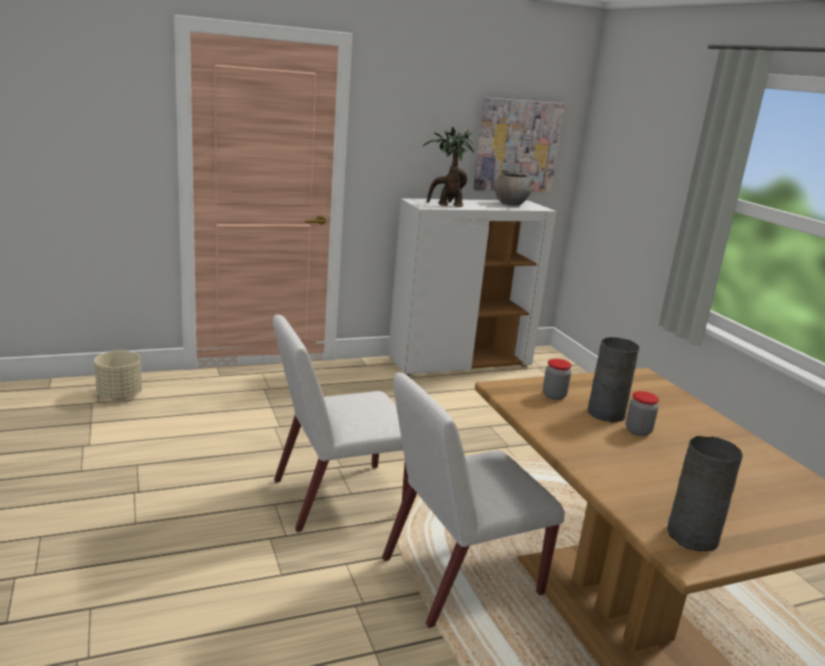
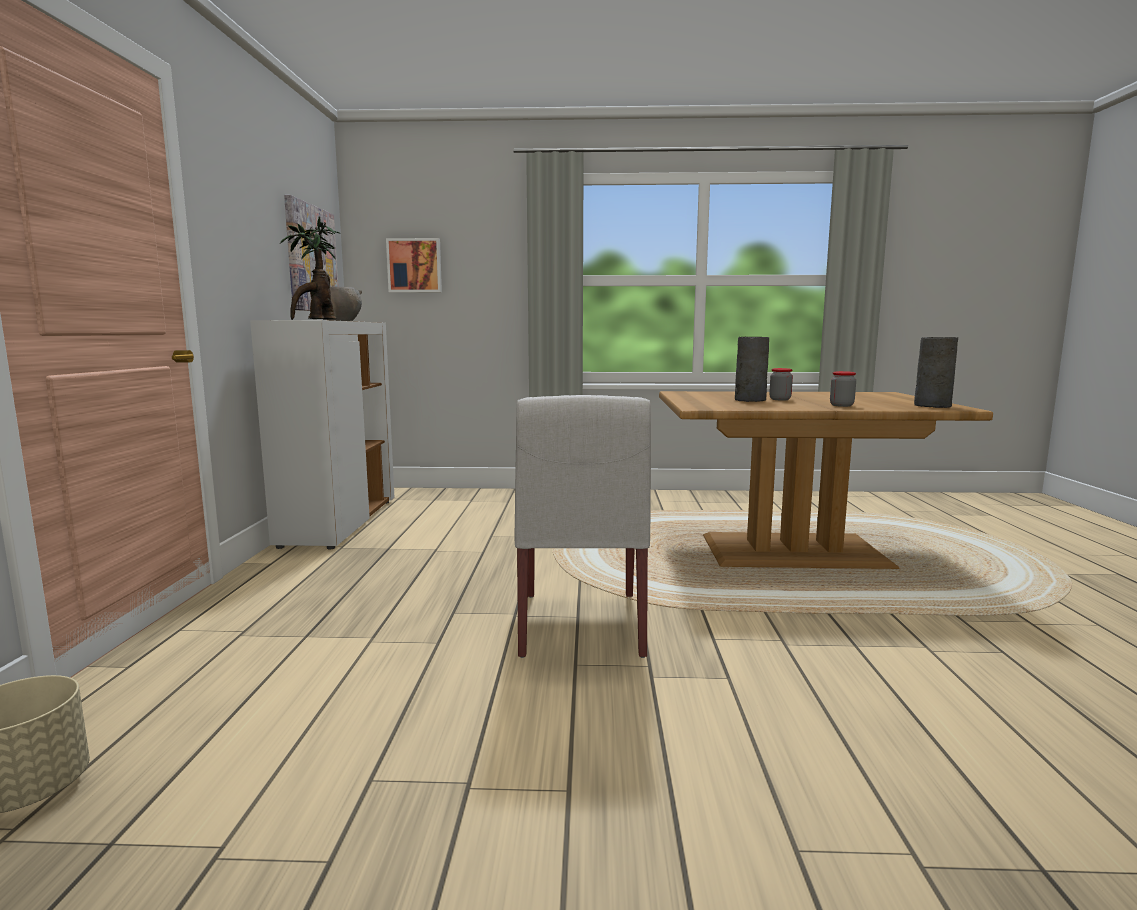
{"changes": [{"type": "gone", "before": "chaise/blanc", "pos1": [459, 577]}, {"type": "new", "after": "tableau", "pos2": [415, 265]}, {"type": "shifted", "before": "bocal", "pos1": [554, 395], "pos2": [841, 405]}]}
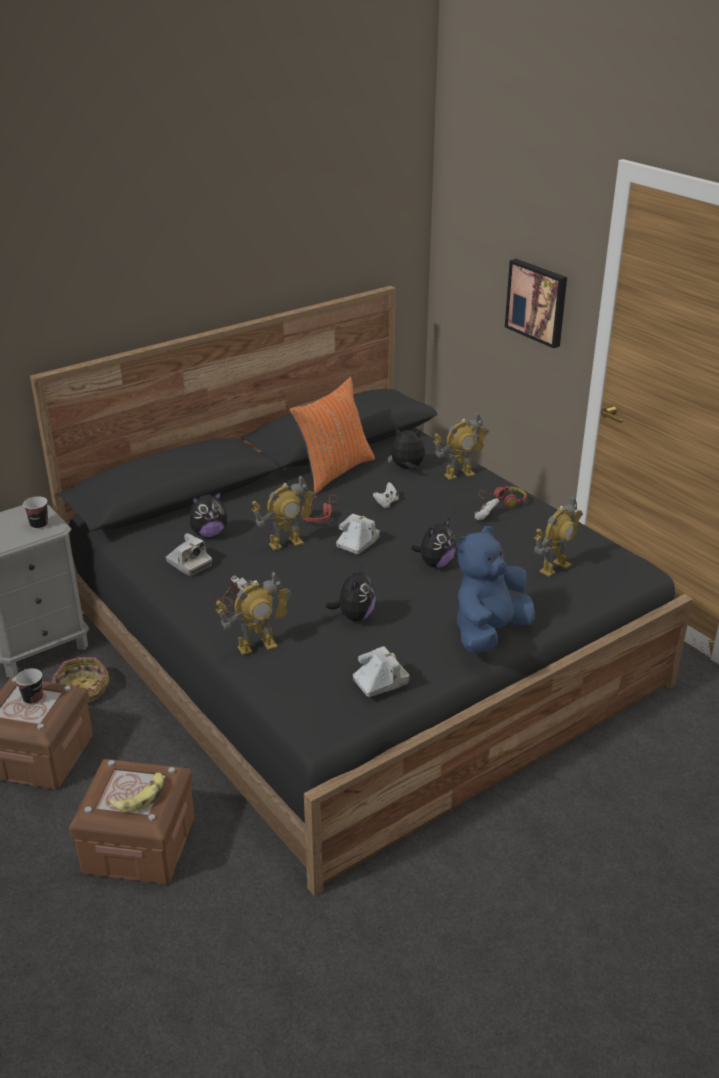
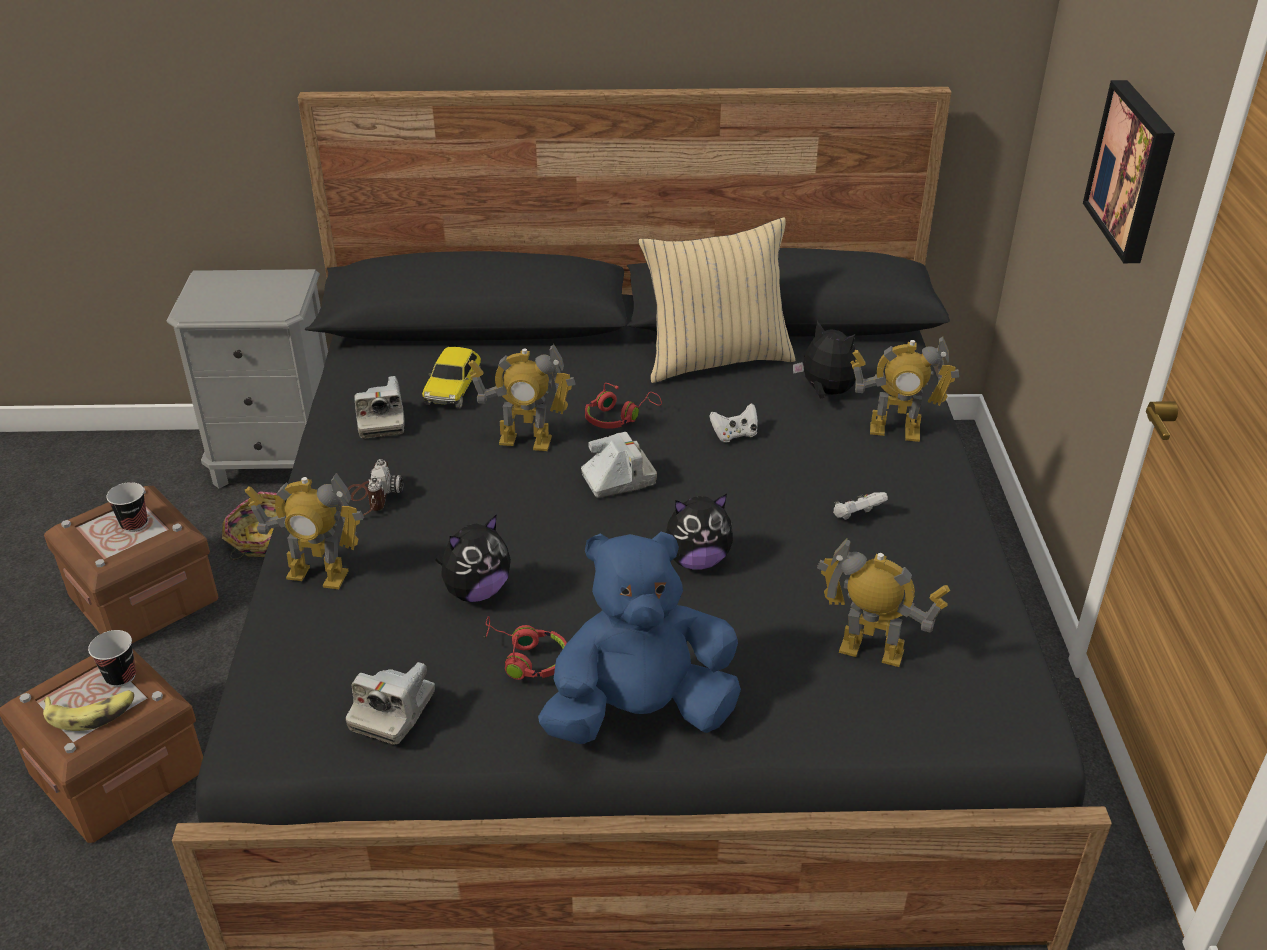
{"changes": [{"type": "shifted", "before": "tasse", "pos1": [39, 525], "pos2": [121, 676]}, {"type": "shifted", "before": "casque audio/rouge", "pos1": [504, 501], "pos2": [525, 658]}, {"type": "swapped", "before": "peluche", "after": "petite voiture", "pos1": [209, 533], "pos2": [453, 388]}, {"type": "repainted", "before": "coussin/orange", "after": "coussin/beige", "pos1": [334, 471], "pos2": [715, 360]}, {"type": "rotated", "before": "appareil photo", "pos1": [380, 682], "pos2": [393, 711], "turn": 105}, {"type": "rotated", "before": "robot jouet", "pos1": [554, 567], "pos2": [871, 651], "turn": -150}]}
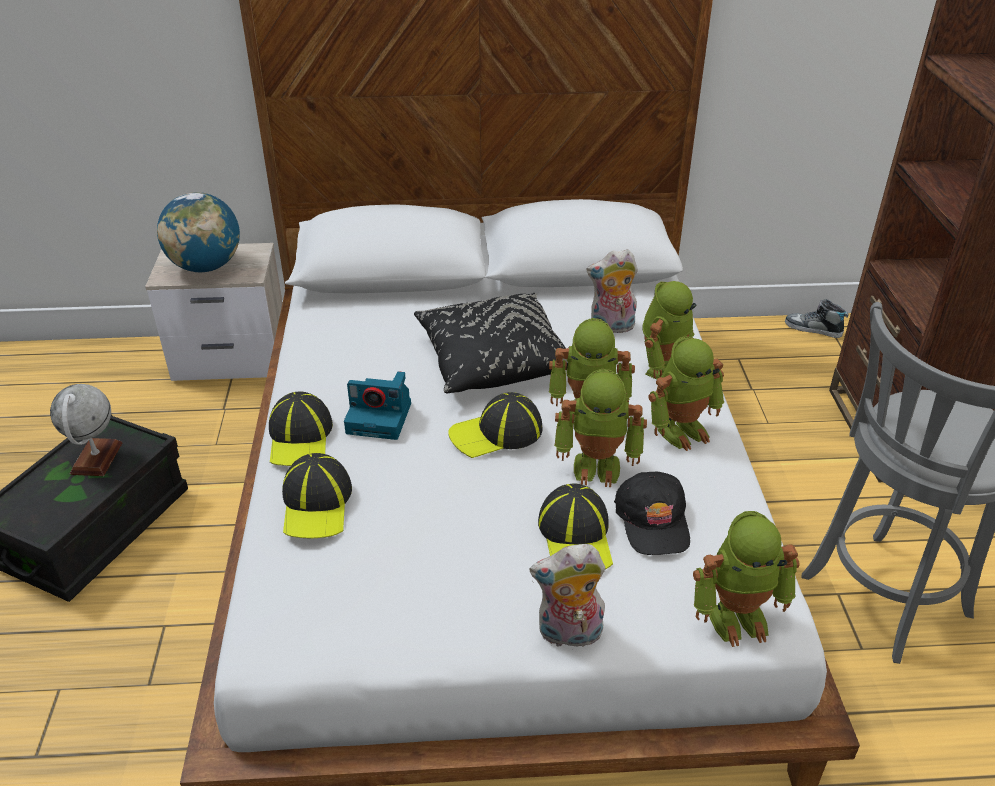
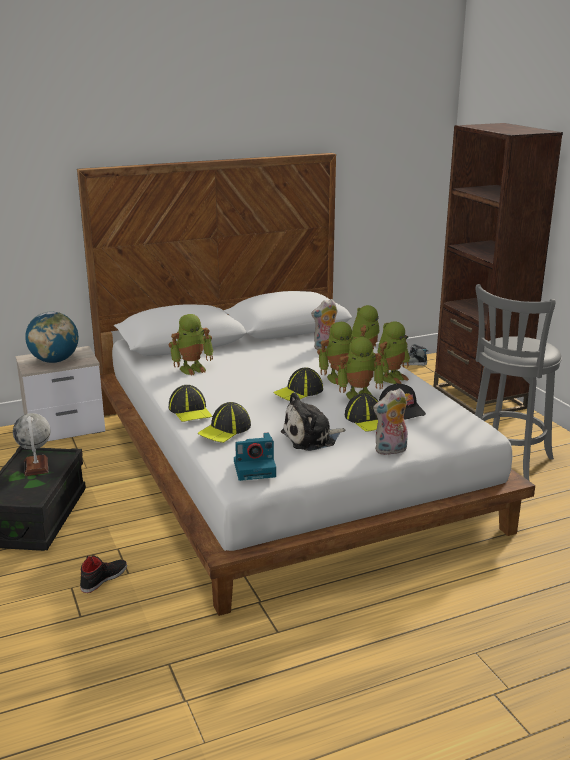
{"changes": [{"type": "gone", "before": "coussin/noir", "pos1": [493, 360]}, {"type": "new", "after": "chaussure/noir", "pos2": [103, 578]}, {"type": "new", "after": "peluche", "pos2": [311, 438]}, {"type": "shifted", "before": "appareil photo", "pos1": [381, 418], "pos2": [255, 468]}, {"type": "shifted", "before": "robot jouet", "pos1": [737, 615], "pos2": [192, 368]}, {"type": "rotated", "before": "casquette", "pos1": [317, 504], "pos2": [225, 429], "turn": 60}]}
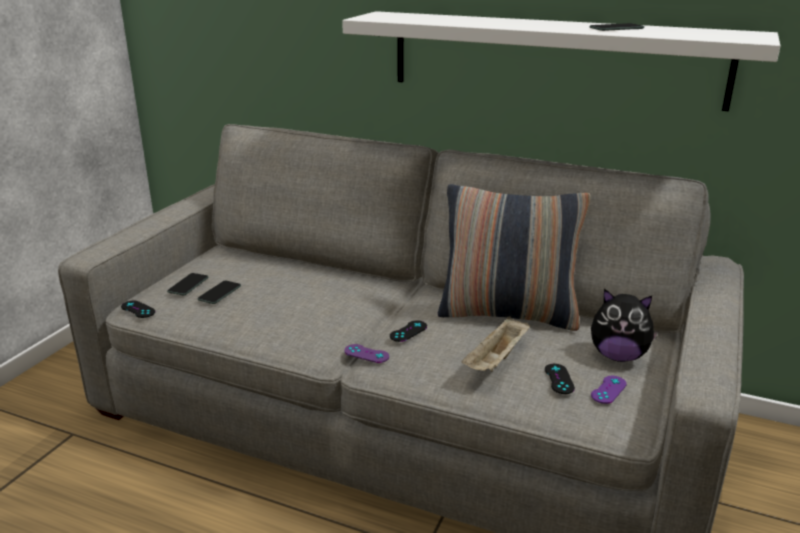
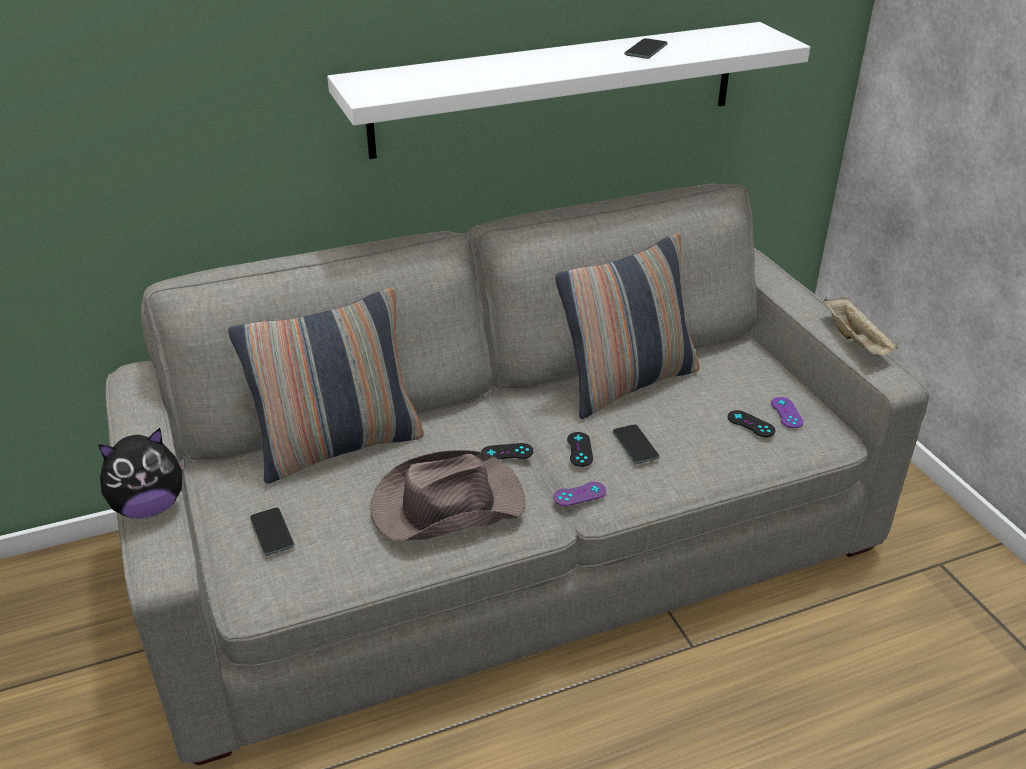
{"changes": [{"type": "new", "after": "coussin", "pos2": [339, 446]}, {"type": "new", "after": "chapeau/marron", "pos2": [446, 505]}, {"type": "shifted", "before": "manette/noir", "pos1": [138, 309], "pos2": [507, 452]}, {"type": "shifted", "before": "téléphone", "pos1": [219, 293], "pos2": [635, 445]}, {"type": "shifted", "before": "plateau/beige", "pos1": [497, 360], "pos2": [856, 341]}, {"type": "shifted", "before": "peluche", "pos1": [618, 356], "pos2": [149, 507]}]}
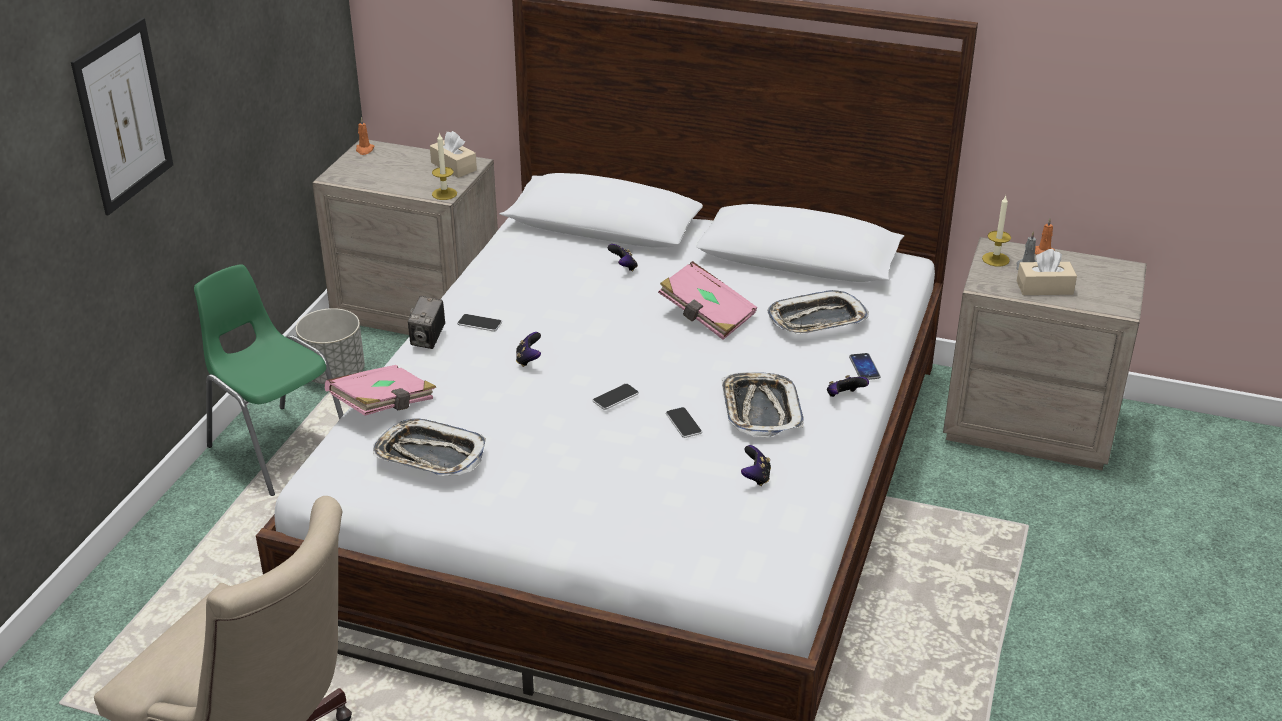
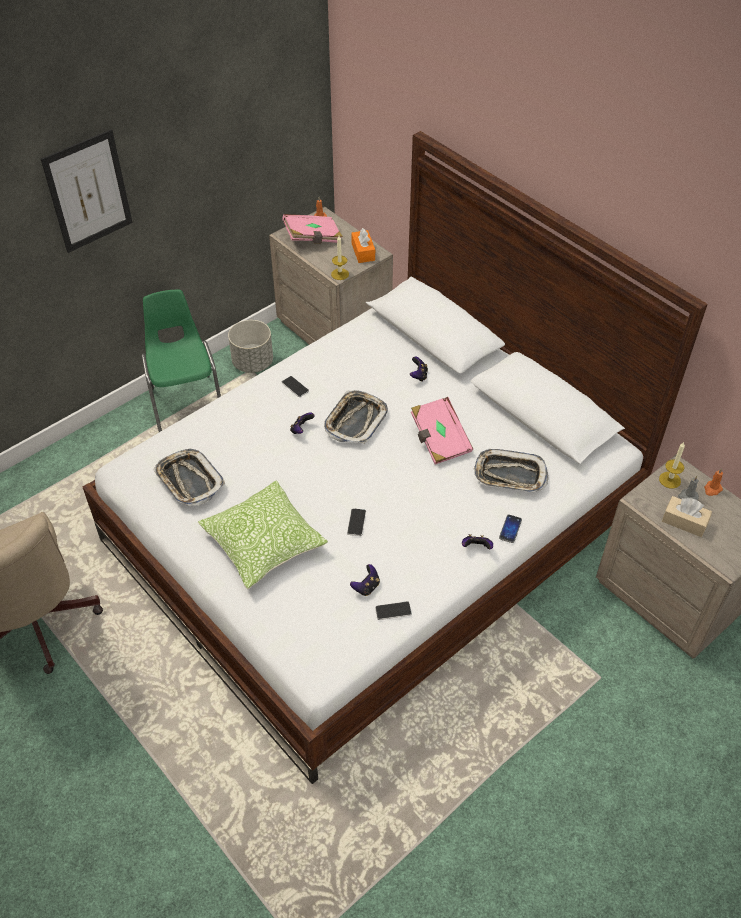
{"changes": [{"type": "gone", "before": "appareil photo", "pos1": [428, 339]}, {"type": "new", "after": "coussin", "pos2": [263, 543]}, {"type": "shifted", "before": "livre/rose", "pos1": [384, 406], "pos2": [313, 238]}, {"type": "shifted", "before": "téléphone", "pos1": [615, 397], "pos2": [393, 611]}, {"type": "shifted", "before": "plateau", "pos1": [760, 410], "pos2": [355, 421]}, {"type": "repainted", "before": "boîte à mouchoirs/beige", "after": "boîte à mouchoirs/orange", "pos1": [453, 166], "pos2": [363, 252]}]}
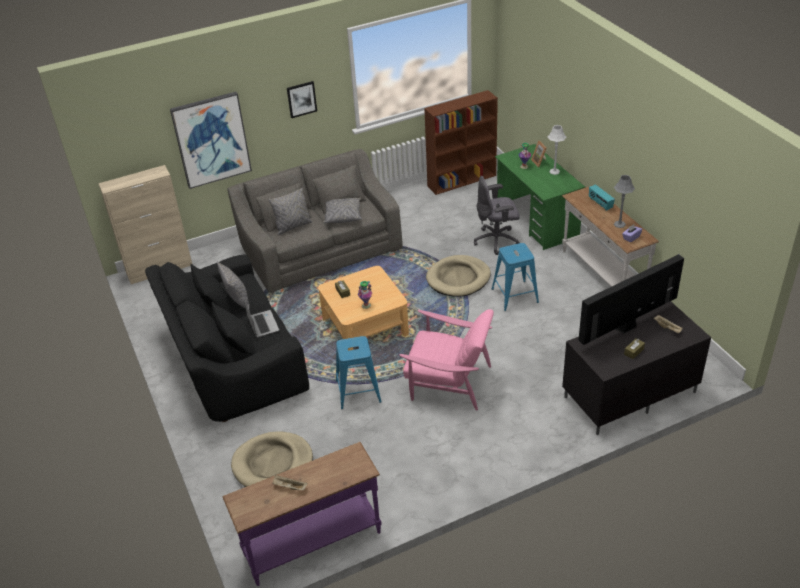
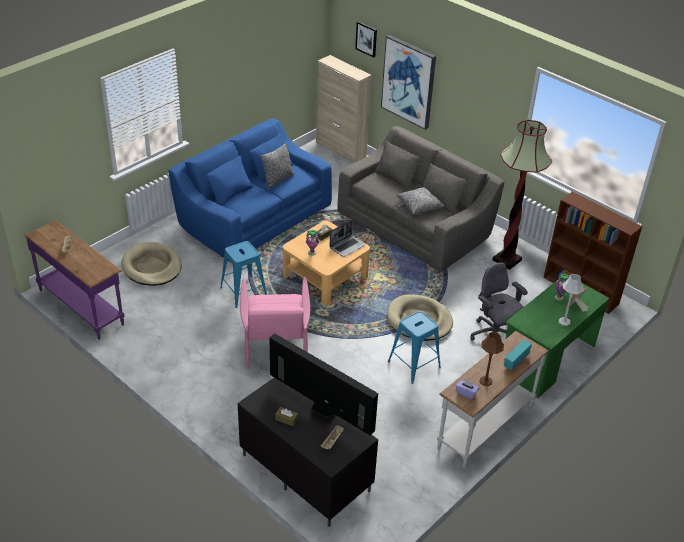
{"changes": [{"type": "gone", "before": "coussin/gris", "pos1": [293, 226]}, {"type": "new", "after": "lampadaire", "pos2": [507, 260]}, {"type": "shifted", "before": "ordinateur portable", "pos1": [262, 324], "pos2": [347, 246]}, {"type": "shifted", "before": "tableau", "pos1": [301, 99], "pos2": [366, 39]}, {"type": "repainted", "before": "canapé/noir", "after": "canapé/bleu", "pos1": [233, 359], "pos2": [254, 216]}, {"type": "repainted", "before": "lampe de table/gris", "after": "lampe de table/marron", "pos1": [619, 224], "pos2": [485, 381]}]}
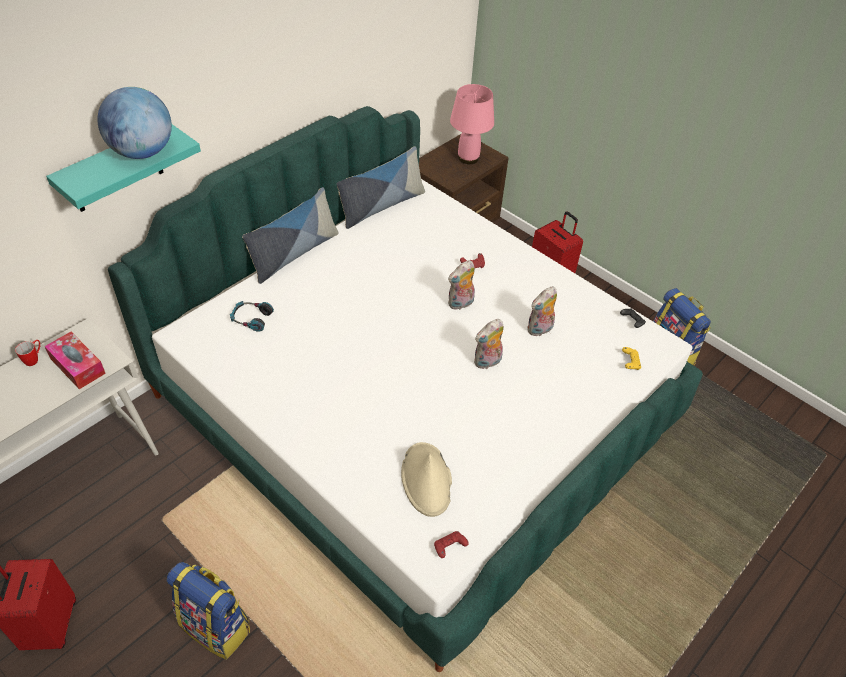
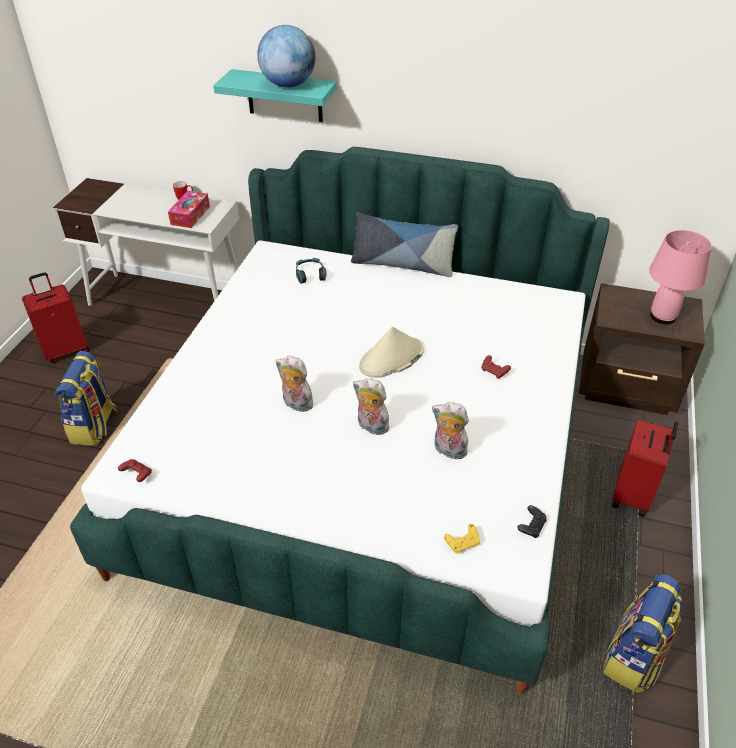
{"changes": [{"type": "gone", "before": "coussin", "pos1": [381, 206]}, {"type": "shifted", "before": "chapeau/beige", "pos1": [426, 480], "pos2": [391, 358]}, {"type": "shifted", "before": "peluche", "pos1": [460, 304], "pos2": [295, 404]}]}
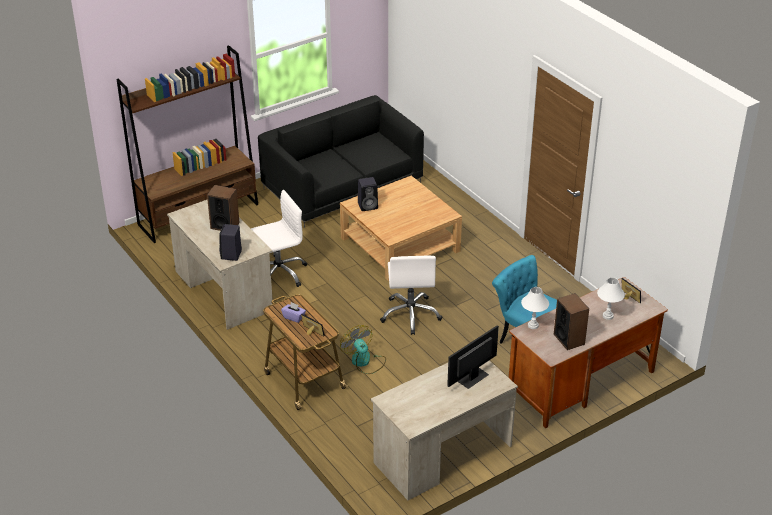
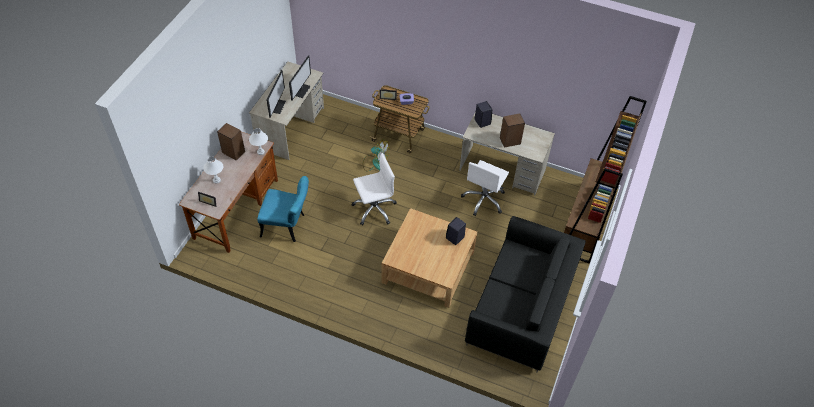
{"changes": [{"type": "new", "after": "écran d'ordinateur", "pos2": [301, 90]}, {"type": "rotated", "before": "chaise de bureau/blanc", "pos1": [410, 314], "pos2": [374, 209], "turn": 105}]}
